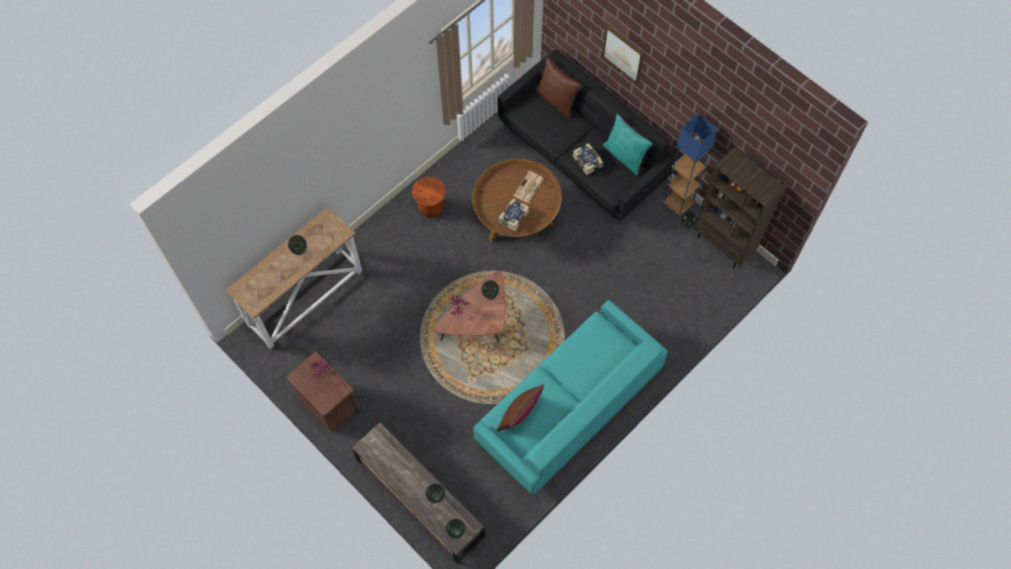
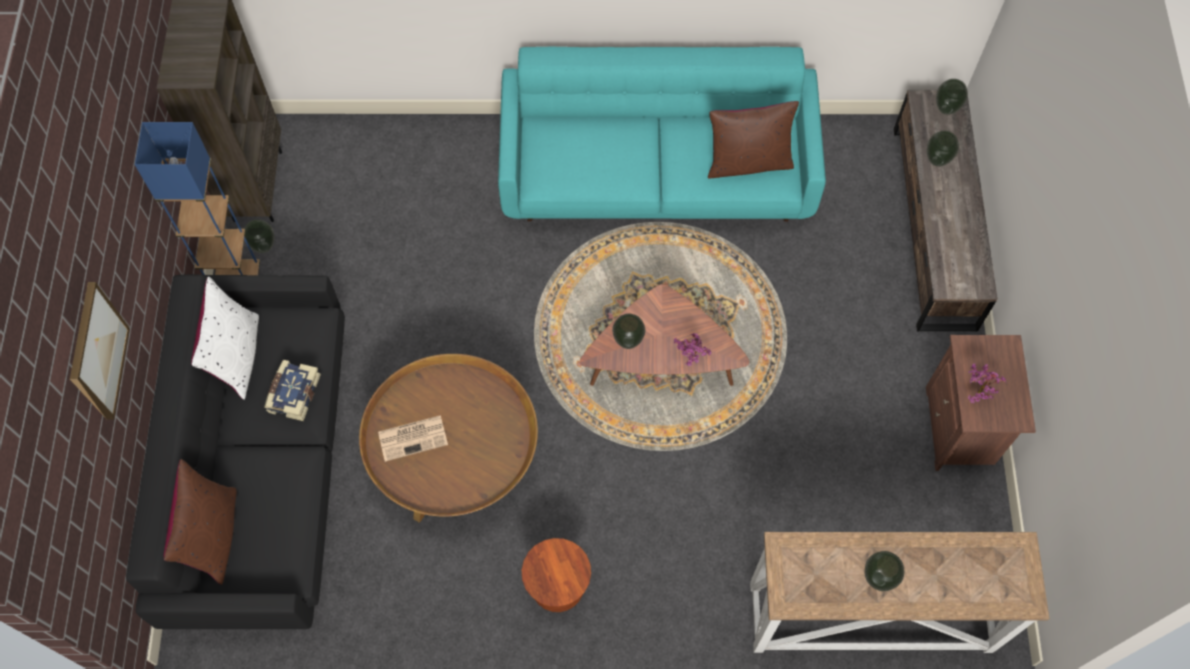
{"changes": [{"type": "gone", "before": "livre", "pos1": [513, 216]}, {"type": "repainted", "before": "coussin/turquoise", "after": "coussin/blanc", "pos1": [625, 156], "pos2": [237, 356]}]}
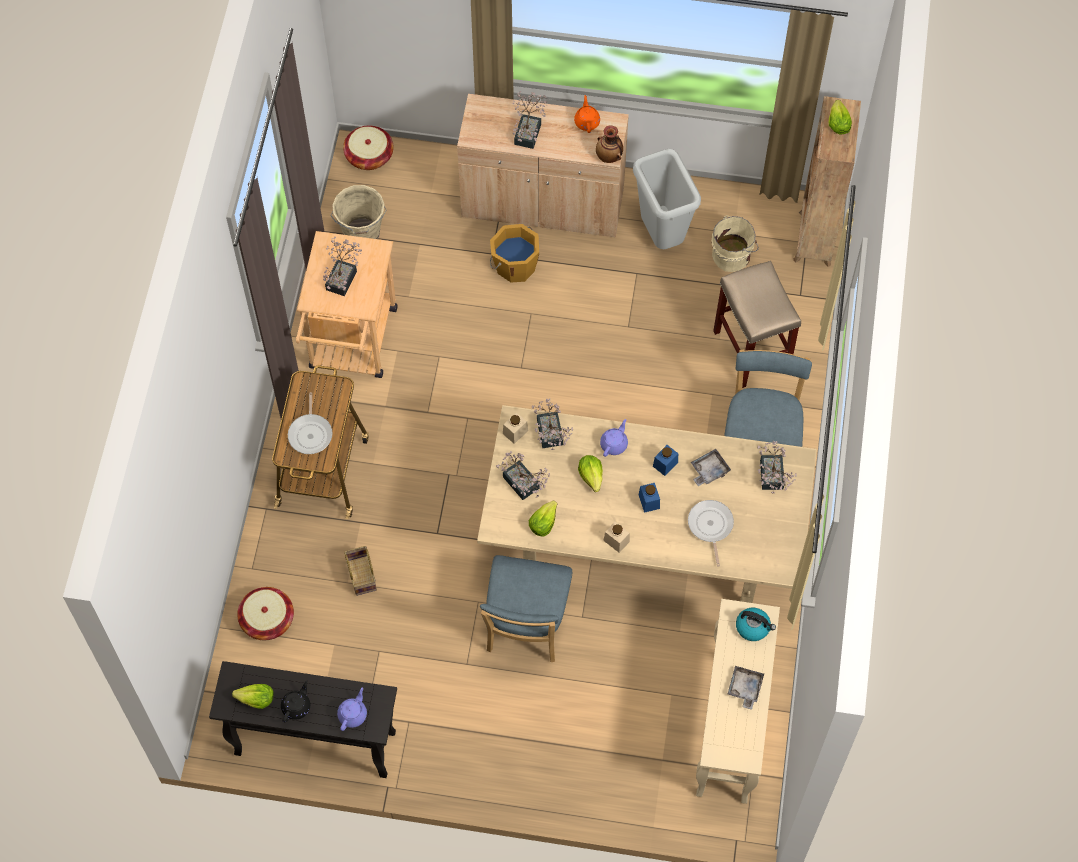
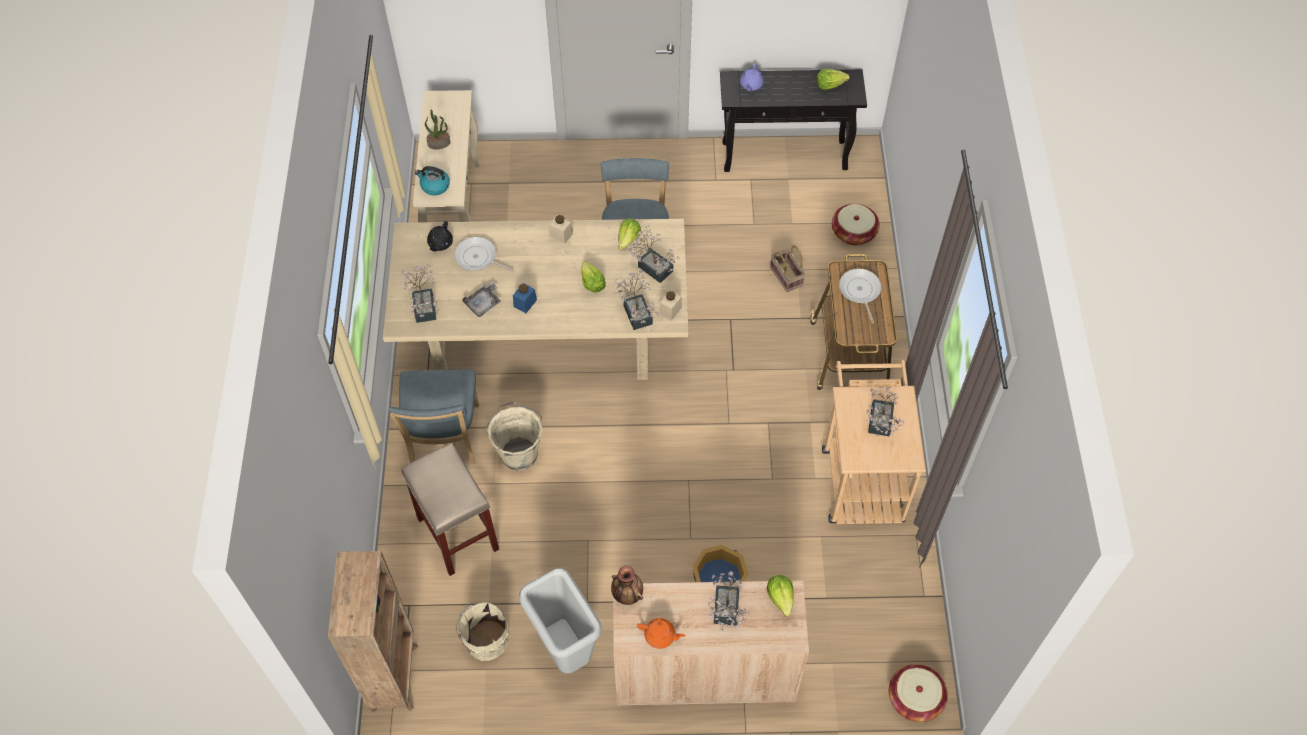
{"changes": [{"type": "gone", "before": "théière/violet", "pos1": [614, 444]}, {"type": "gone", "before": "bocal/bleu", "pos1": [649, 501]}, {"type": "shifted", "before": "théière/noir", "pos1": [296, 706], "pos2": [440, 243]}, {"type": "shifted", "before": "seau/beige", "pos1": [362, 234], "pos2": [519, 453]}, {"type": "shifted", "before": "laitue", "pos1": [838, 124], "pos2": [781, 598]}, {"type": "swapped", "before": "plateau/gris", "after": "plante en pot", "pos1": [745, 688], "pos2": [439, 143]}, {"type": "rotated", "before": "théière/orange", "pos1": [587, 121], "pos2": [660, 636], "turn": -60}, {"type": "rotated", "before": "poêle", "pos1": [710, 526], "pos2": [478, 258], "turn": 135}]}
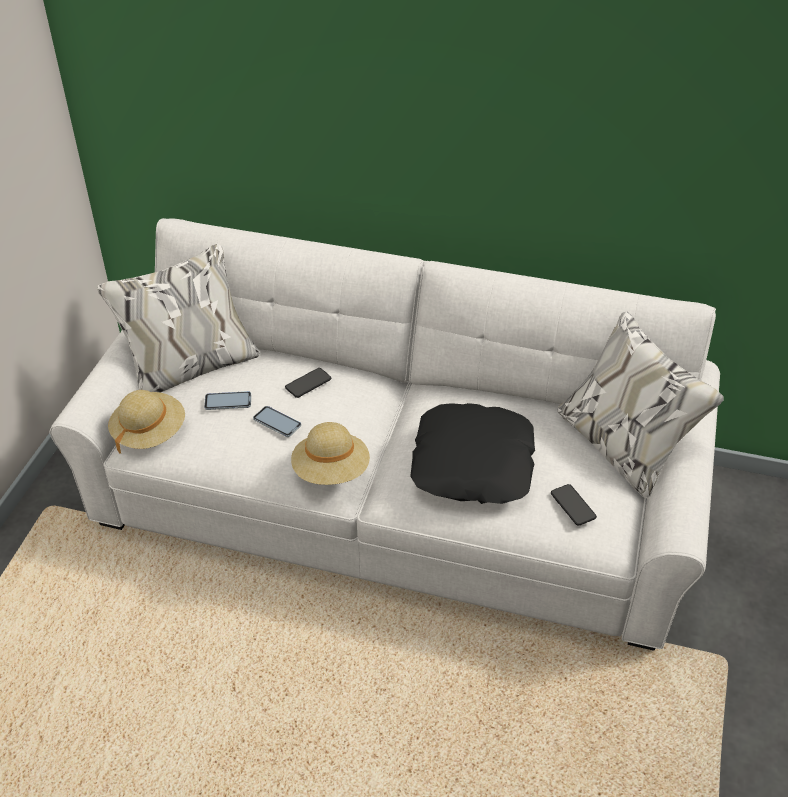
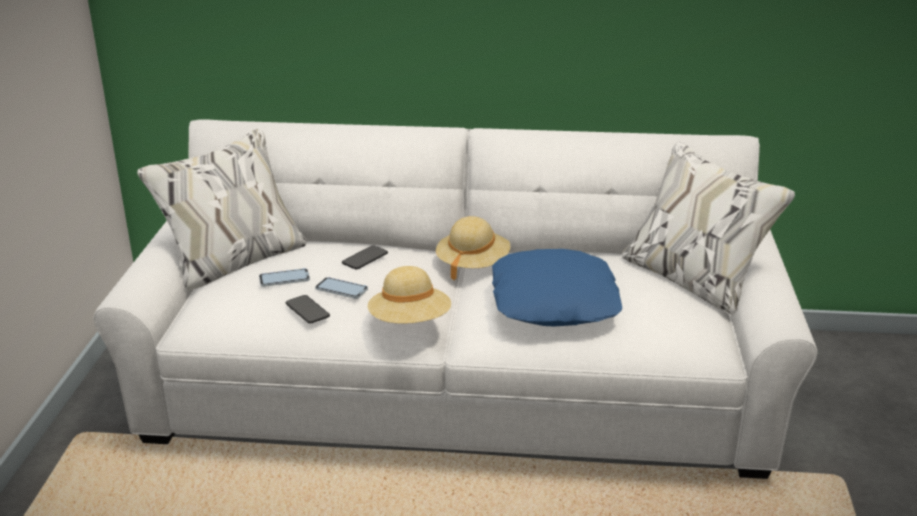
{"changes": [{"type": "shifted", "before": "chapeau/beige", "pos1": [149, 433], "pos2": [472, 264]}, {"type": "shifted", "before": "téléphone", "pos1": [573, 505], "pos2": [307, 310]}, {"type": "repainted", "before": "coussin/noir", "after": "coussin/bleu", "pos1": [474, 464], "pos2": [555, 301]}]}
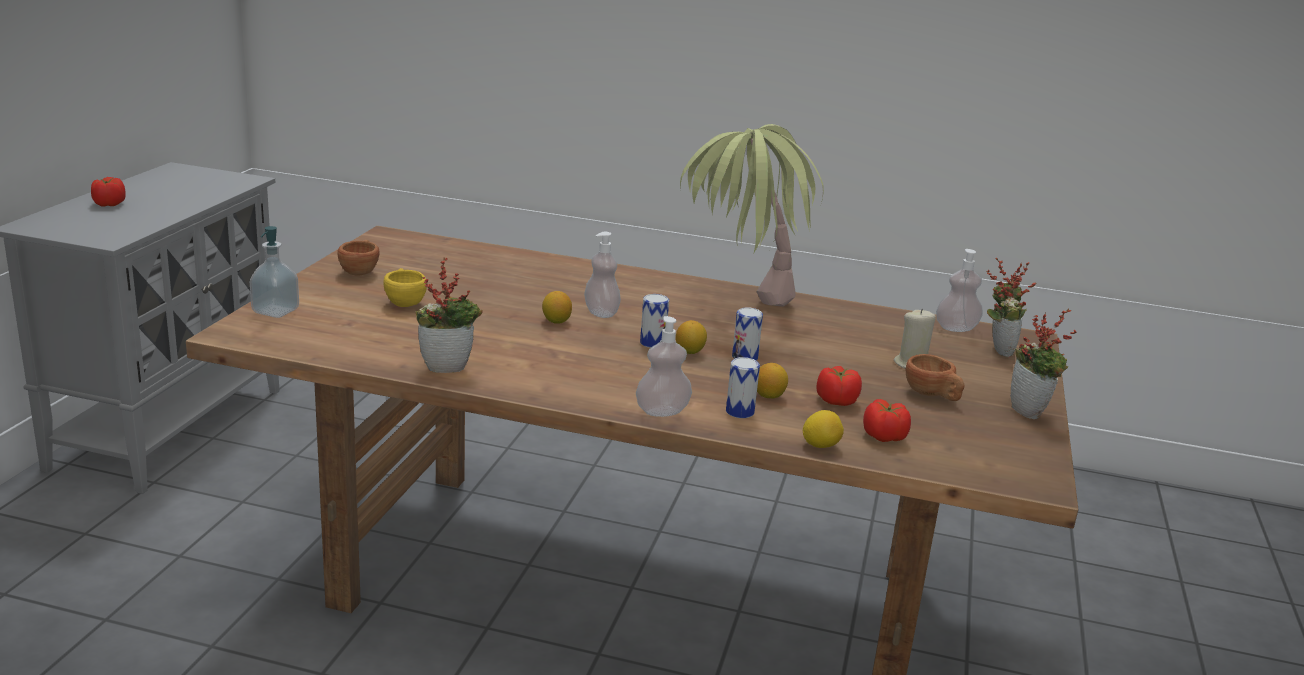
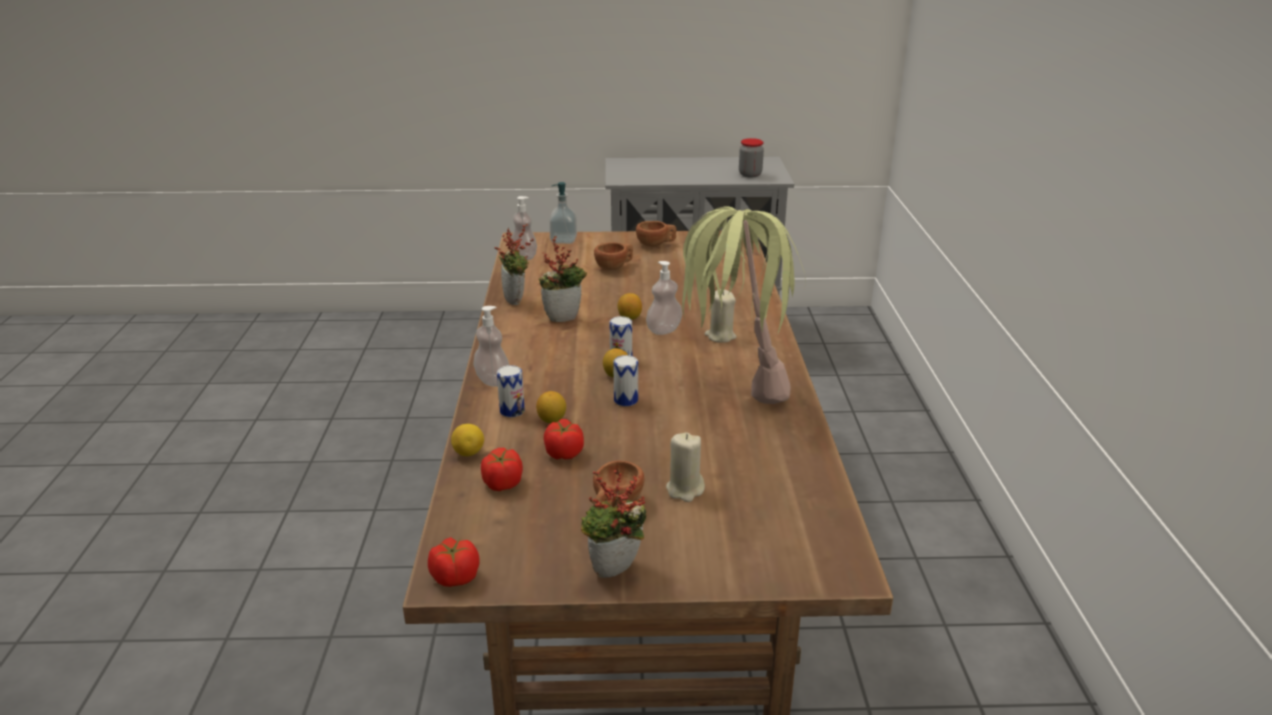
{"changes": [{"type": "new", "after": "bougie/beige", "pos2": [720, 336]}, {"type": "new", "after": "bocal", "pos2": [750, 174]}, {"type": "shifted", "before": "tomate", "pos1": [109, 204], "pos2": [455, 577]}, {"type": "shifted", "before": "distributeur de savon", "pos1": [956, 328], "pos2": [524, 257]}, {"type": "shifted", "before": "plante en pot", "pos1": [997, 350], "pos2": [563, 317]}, {"type": "repainted", "before": "tasse/jaune", "after": "tasse/marron", "pos1": [404, 302], "pos2": [615, 267]}]}
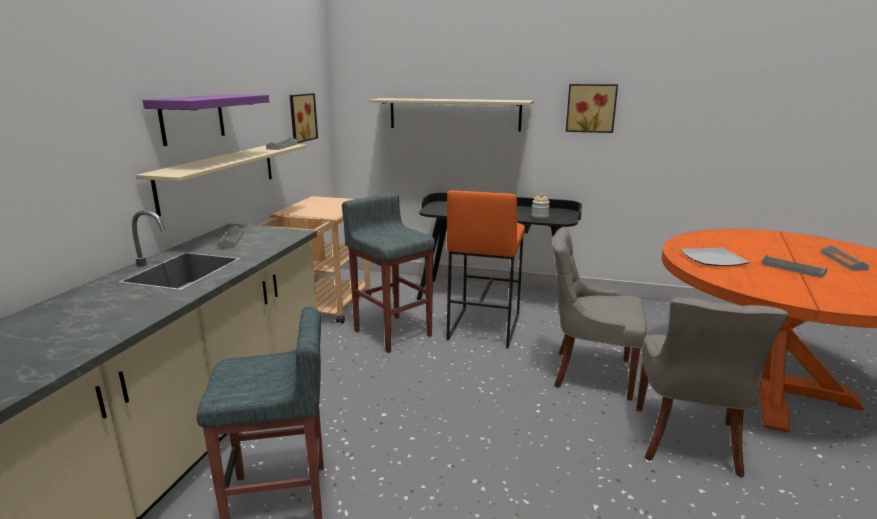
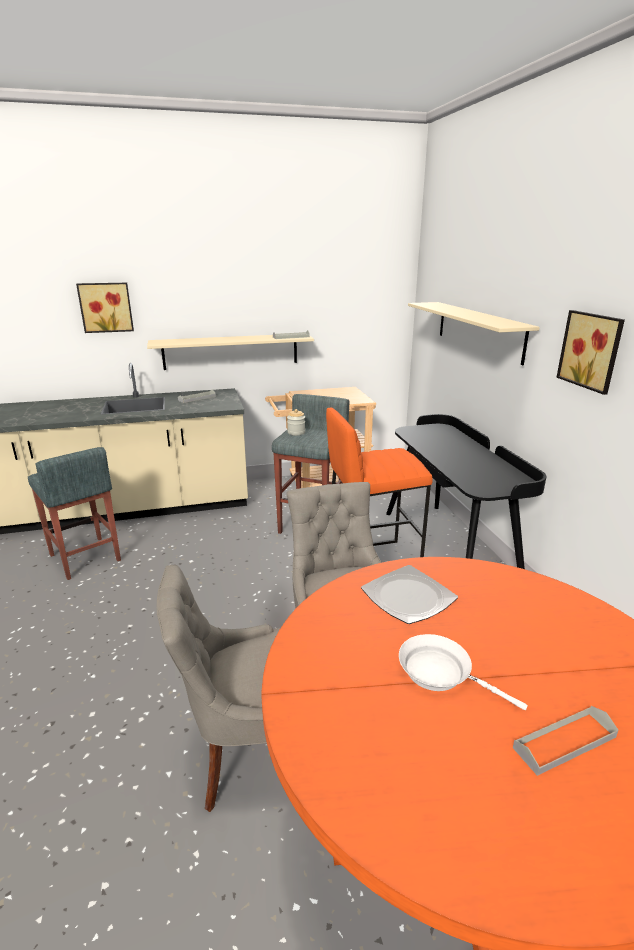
{"changes": [{"type": "gone", "before": "étagère/violet", "pos1": [192, 118]}, {"type": "shifted", "before": "tableau", "pos1": [301, 117], "pos2": [106, 307]}, {"type": "shifted", "before": "bocal", "pos1": [540, 216], "pos2": [296, 432]}, {"type": "swapped", "before": "plateau/gris", "after": "poêle/blanc", "pos1": [793, 269], "pos2": [440, 673]}]}
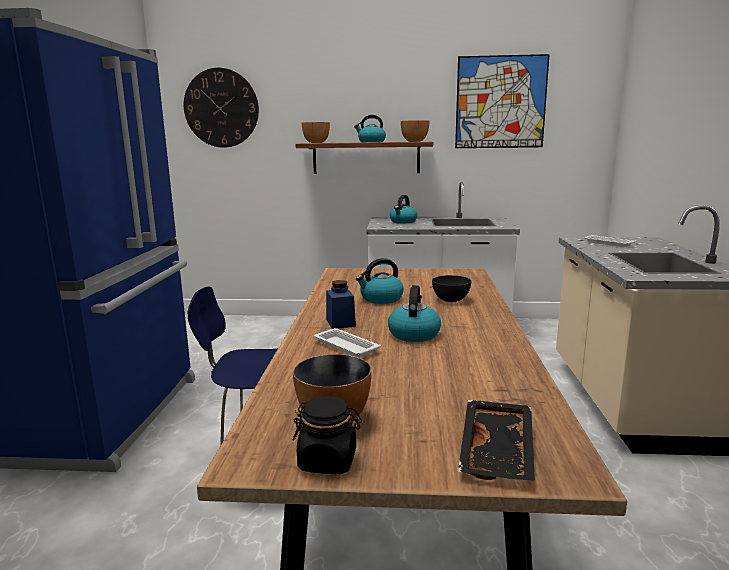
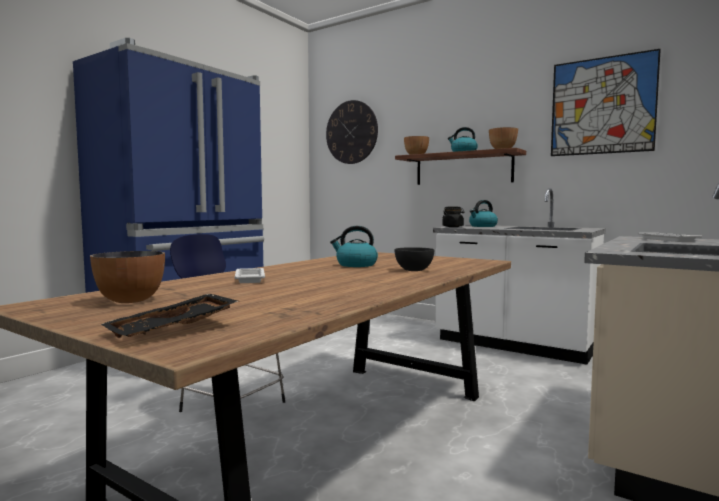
{"changes": [{"type": "gone", "before": "bocal/bleu", "pos1": [340, 322]}, {"type": "gone", "before": "bouilloire", "pos1": [414, 334]}, {"type": "shifted", "before": "bocal/noir", "pos1": [328, 461], "pos2": [453, 227]}]}
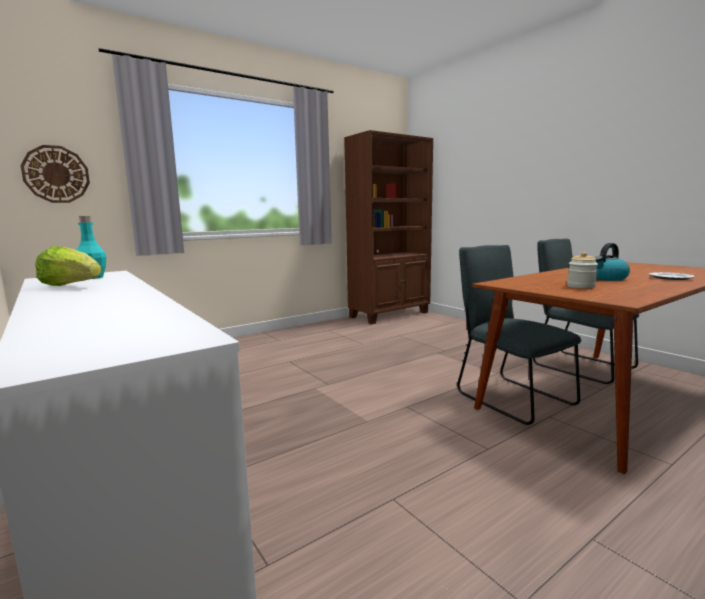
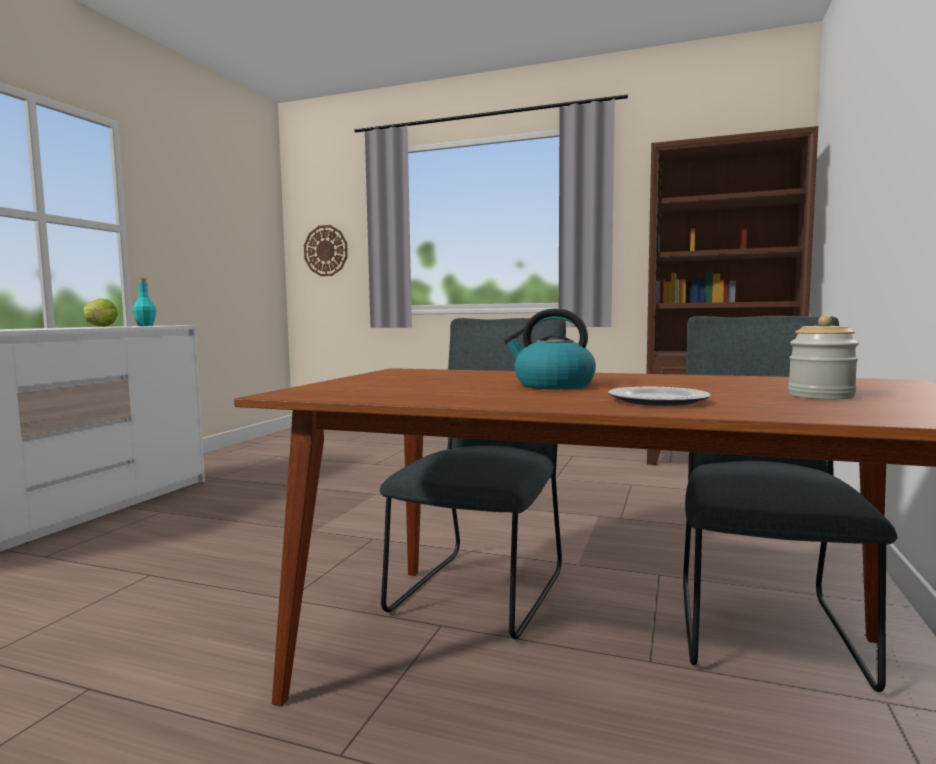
{"changes": [{"type": "shifted", "before": "bocal", "pos1": [581, 286], "pos2": [820, 396]}]}
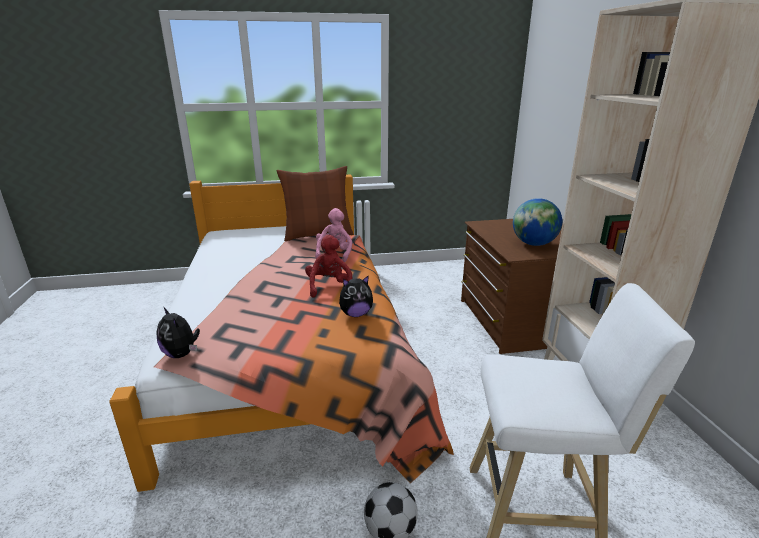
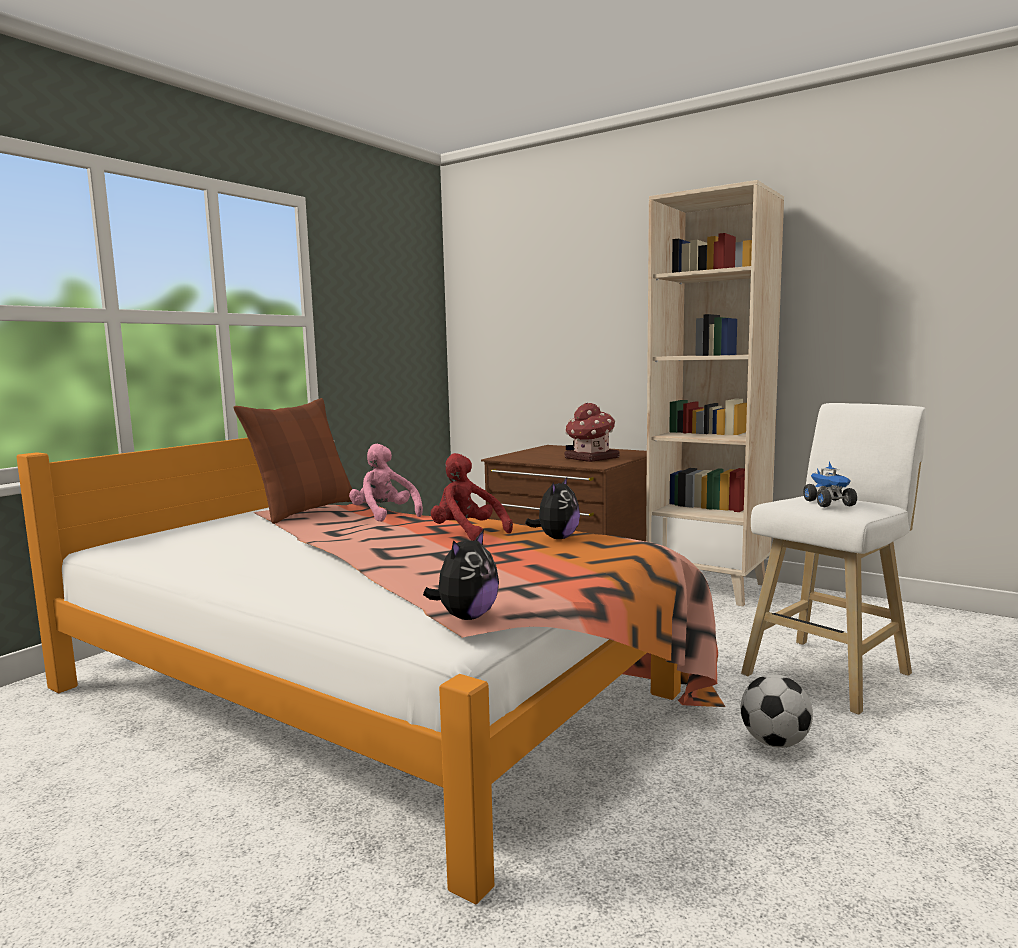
{"changes": [{"type": "new", "after": "camion jouet", "pos2": [830, 503]}, {"type": "swapped", "before": "globe", "after": "maison miniature", "pos1": [533, 244], "pos2": [590, 458]}, {"type": "rotated", "before": "peluche", "pos1": [182, 354], "pos2": [466, 616], "turn": -60}]}
